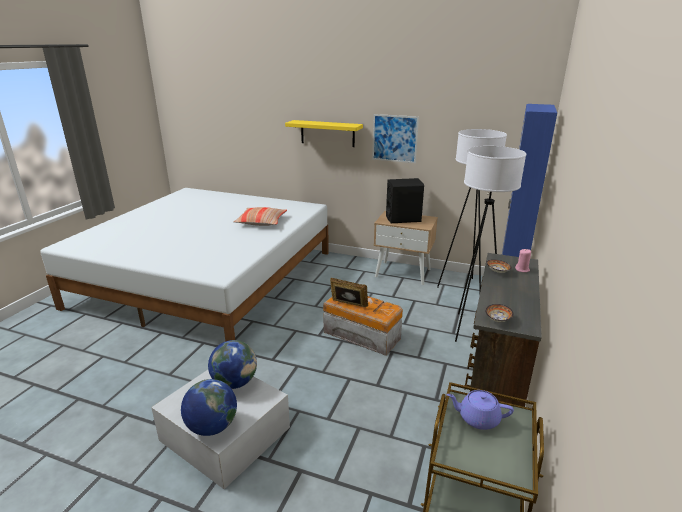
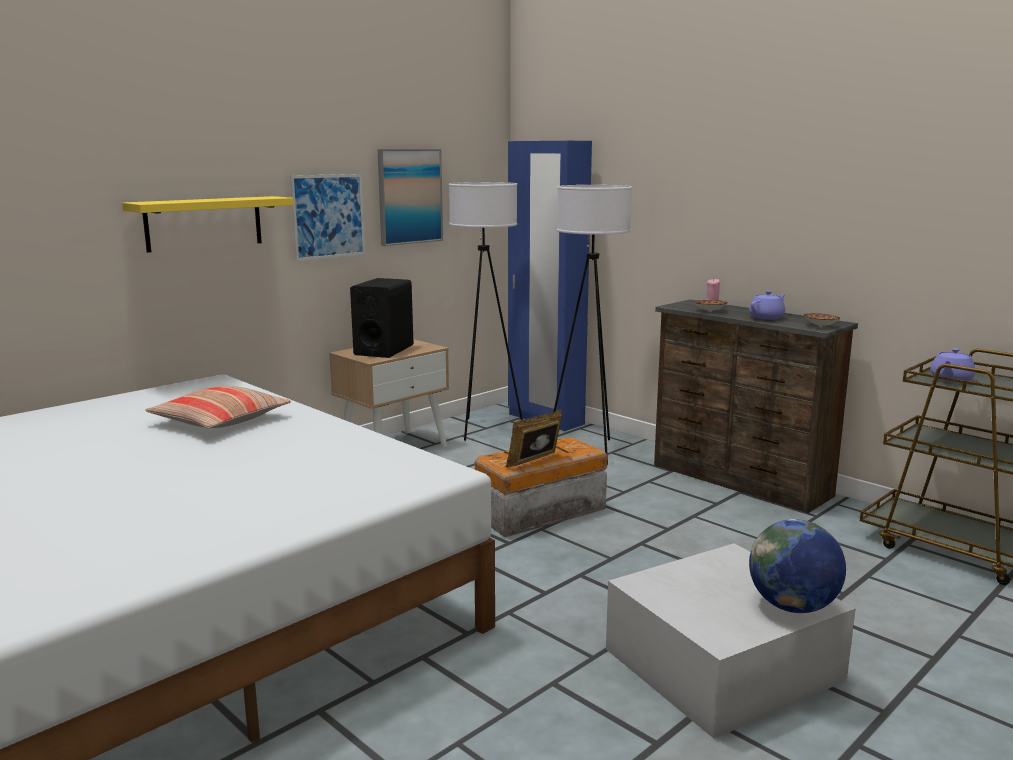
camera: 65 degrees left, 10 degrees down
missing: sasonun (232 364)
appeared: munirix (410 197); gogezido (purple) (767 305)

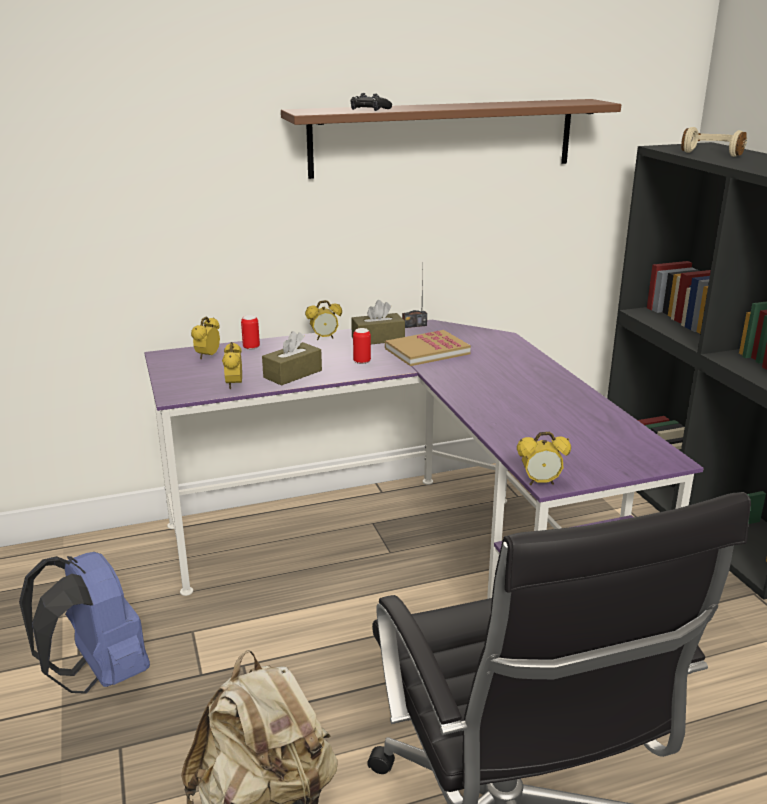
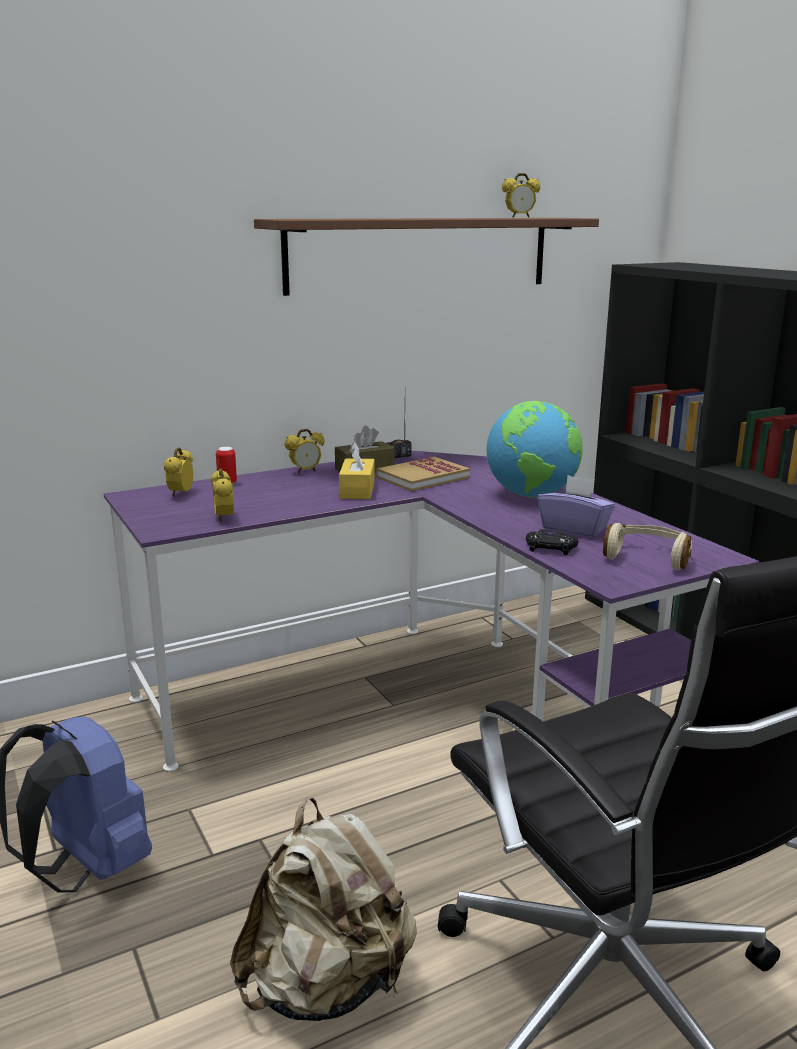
camera: 10 degrees left, 5 degrees down
missing: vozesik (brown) (292 358)
appeared: sasonun (535 449); vozesik (purple) (576 506)
relocated: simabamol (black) (371 102) to (552 542); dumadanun (544 458) to (521 195); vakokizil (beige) (714 142) to (647 546)
exchanged: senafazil (362 346) to vozesik (yellow) (357 470)

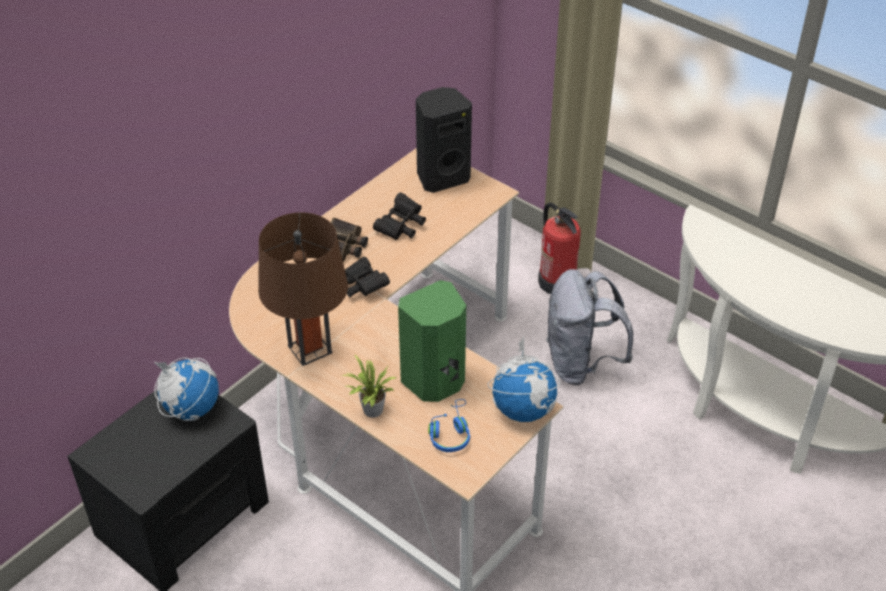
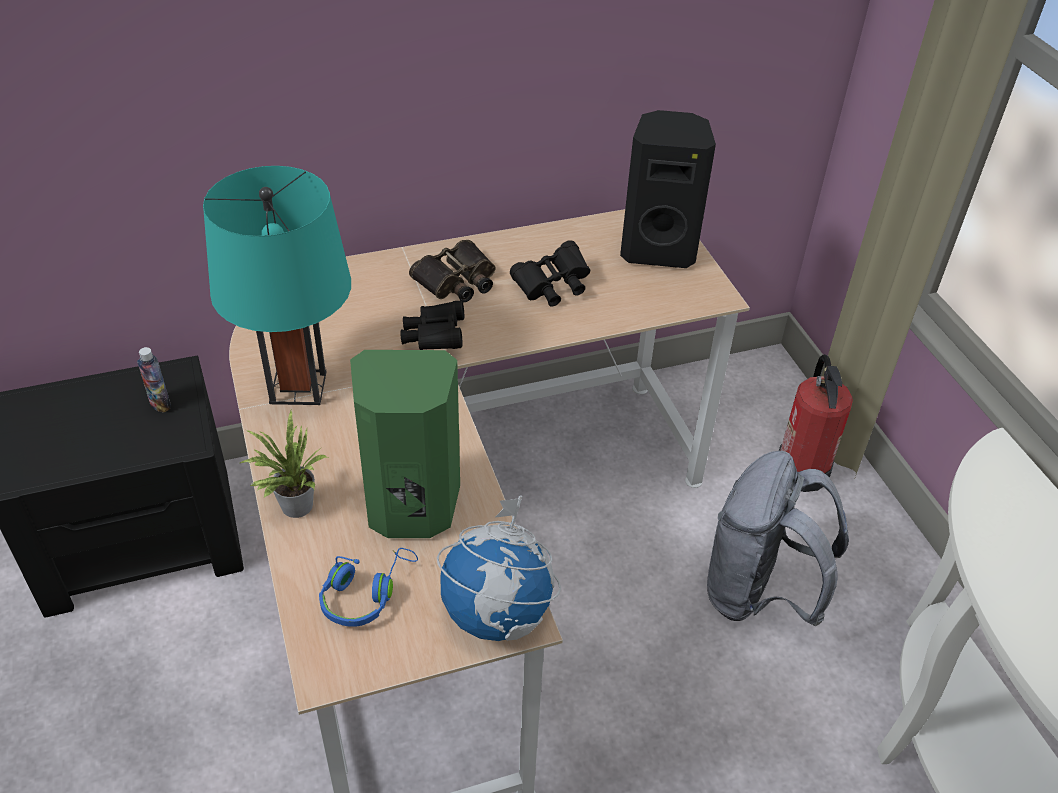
camera: 30 degrees right, 0 degrees up
exchanged: sasonun (186 389) to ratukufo (154 380)
colour: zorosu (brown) (303 289) to zorosu (turquoise) (277 285)

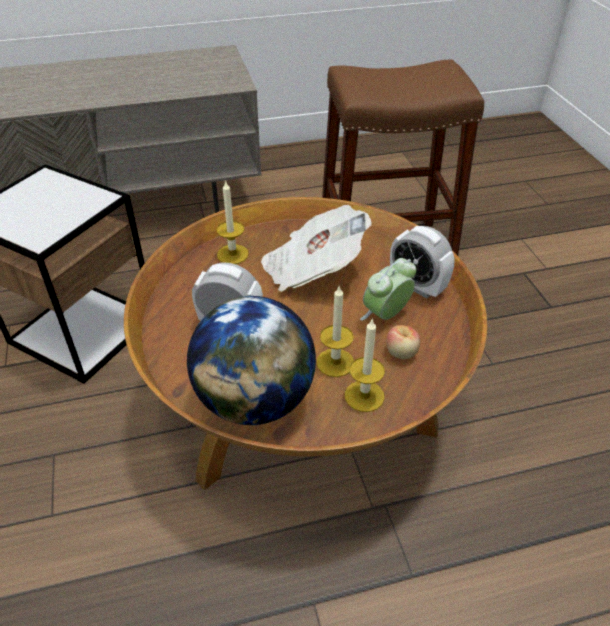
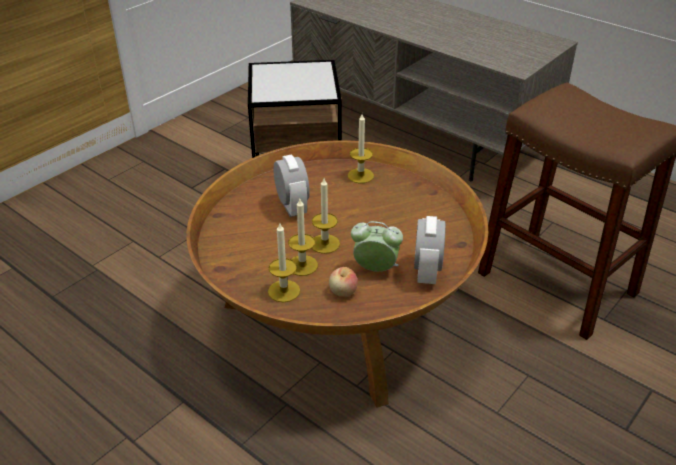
camera: 55 degrees right, 5 degrees down
missing: sasonun (251 360); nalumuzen (316 248)
appeared: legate (326 216)

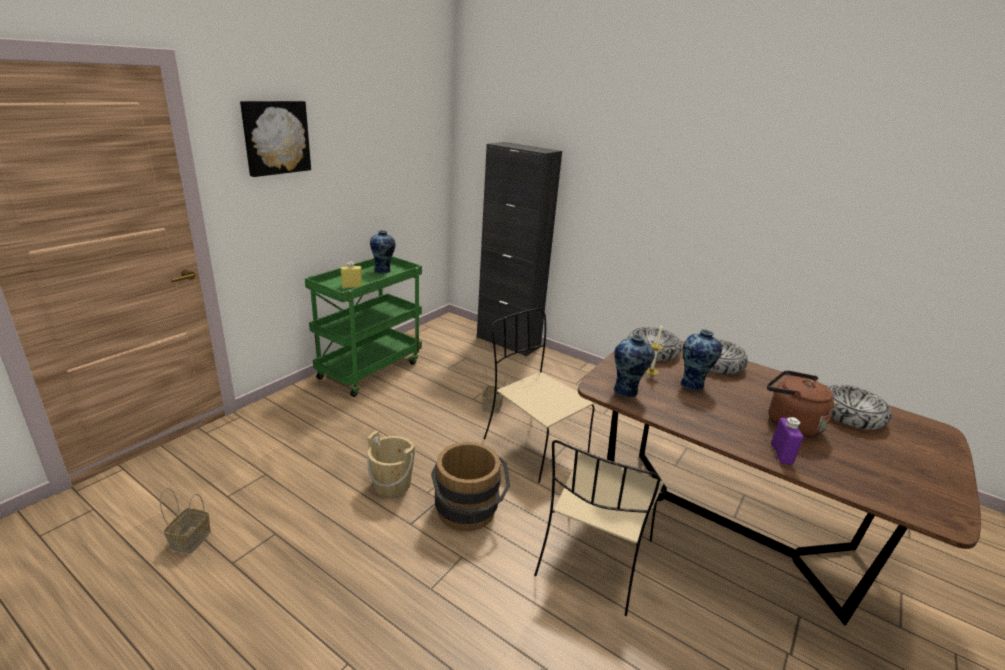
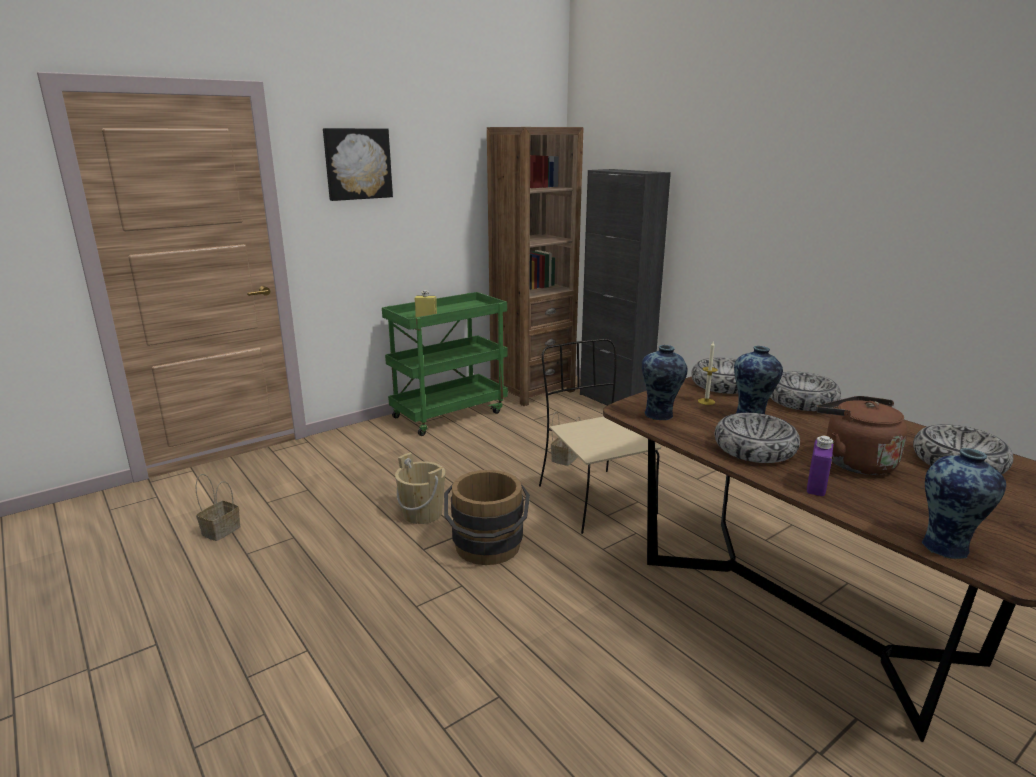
camera: 20 degrees right, 5 degrees down
missing: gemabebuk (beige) (599 528)
appeared: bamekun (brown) (535 266); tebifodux (757 438)
relocated: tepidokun (382 252) to (964 503)

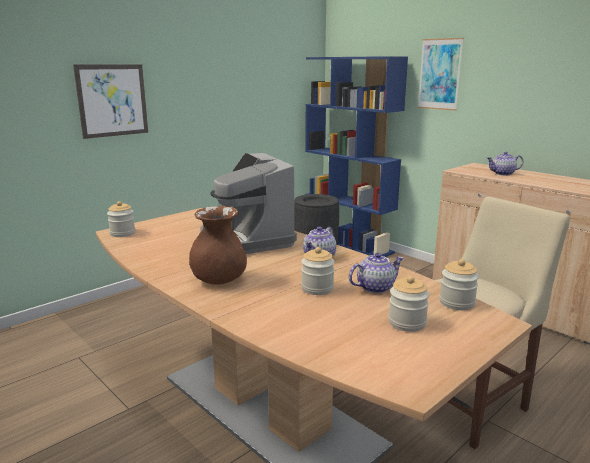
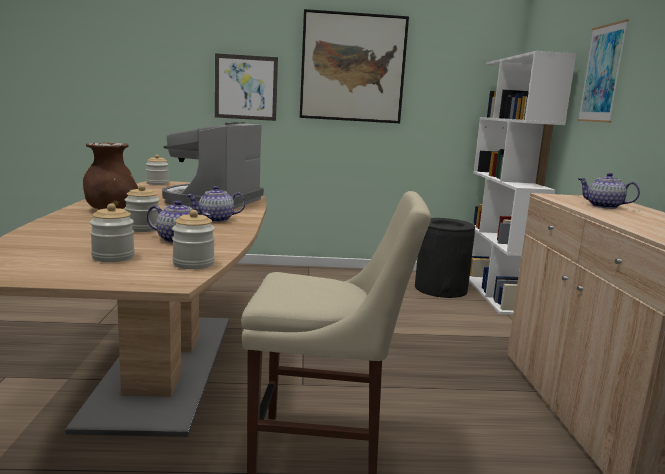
camera: 40 degrees right, 5 degrees down
appeared: munirix (354 66)
colour: bamekun (blue) (356 156) to bamekun (white) (523 183)

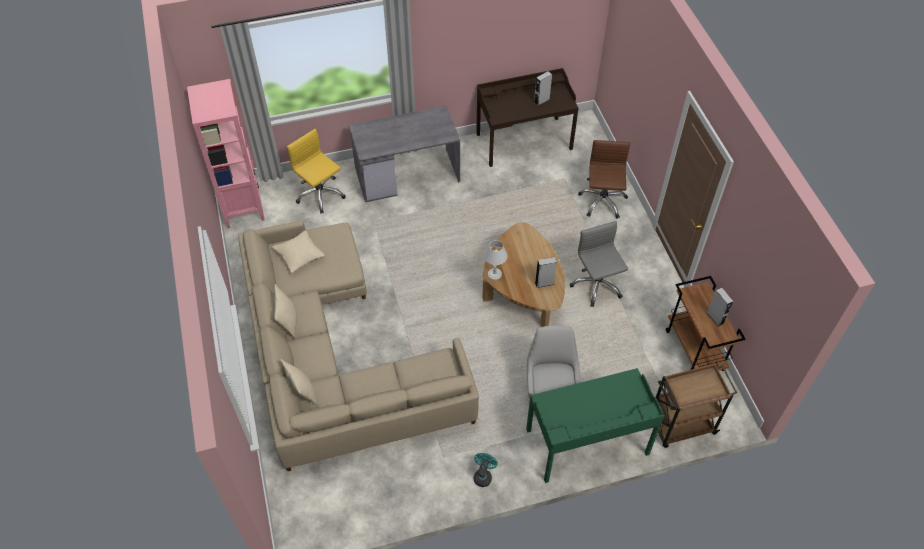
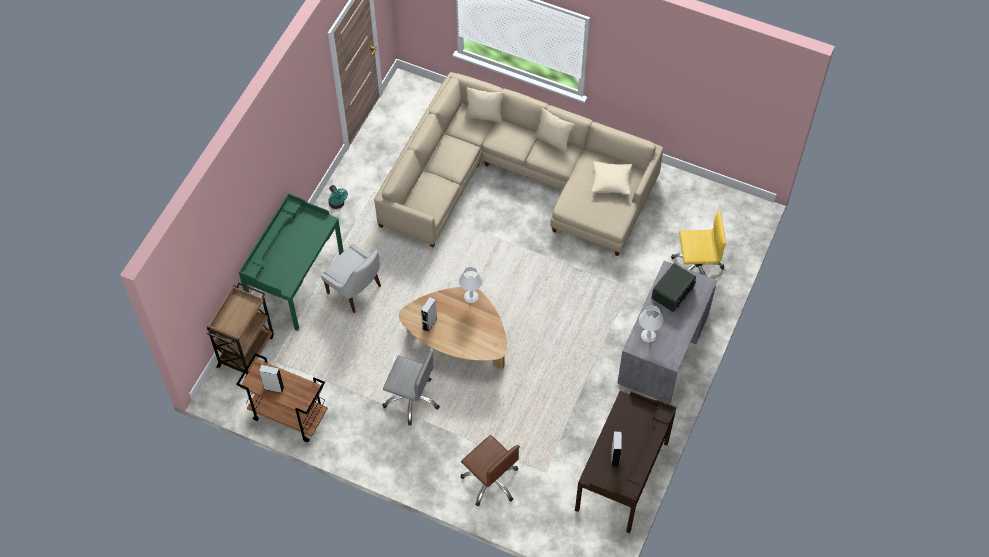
camera: 130 degrees right, 5 degrees up
missing: bamekun (pink) (226 153)
appeared: zorosu (white) (651 324); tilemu (674 287)

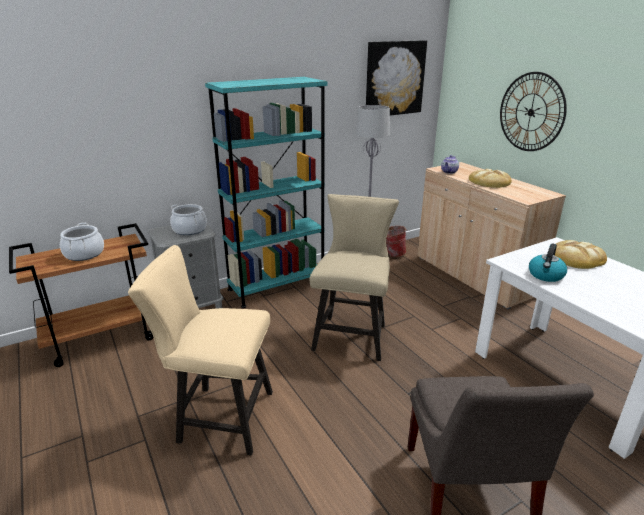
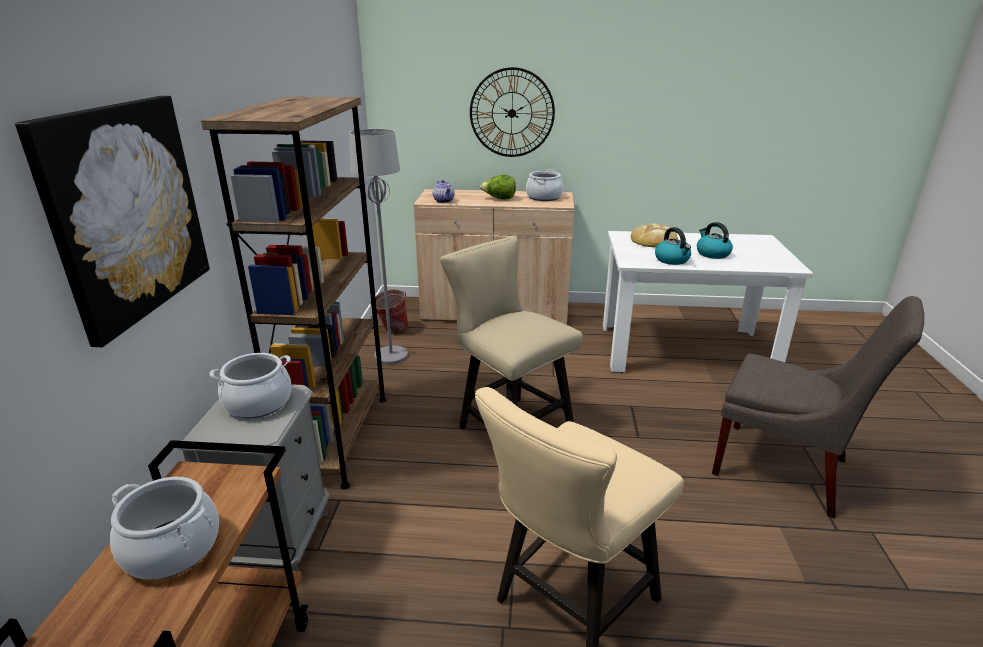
camera: 55 degrees left, 0 degrees up
appeared: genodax (544 185); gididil (715 240)
relocated: munirix (396 78) to (112 221)
exchanged: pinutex (490 178) to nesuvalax (498 187)
colour: bamekun (turquoise) (266 192) to bamekun (brown) (294 293)

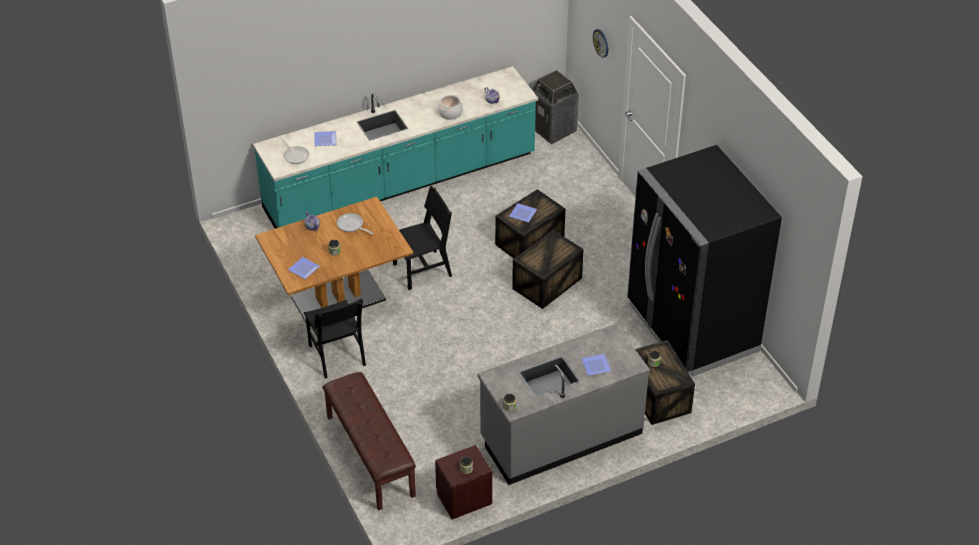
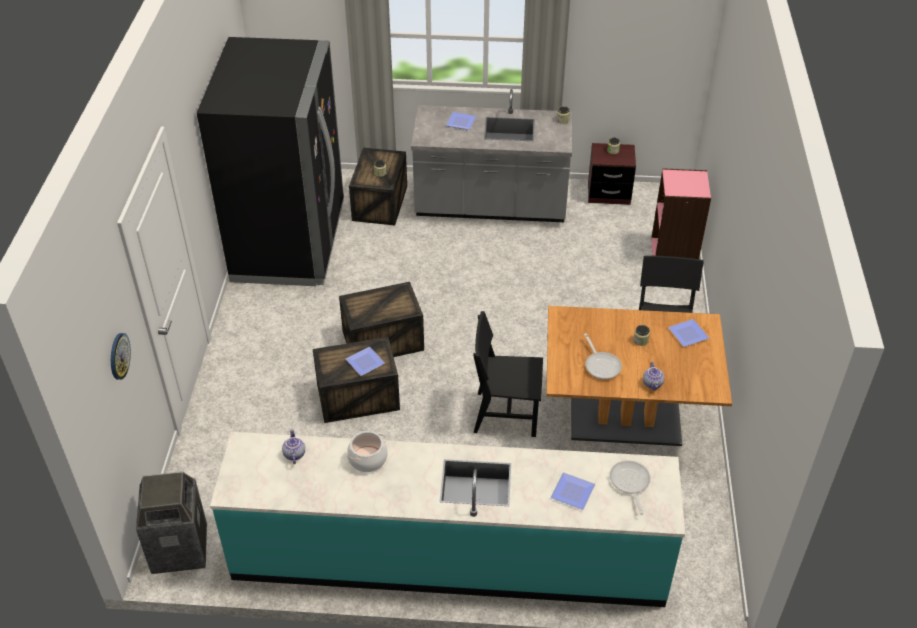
camera: 150 degrees left, 0 degrees up
exchanged: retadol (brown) (369 441) to bamekun (pink) (681 213)

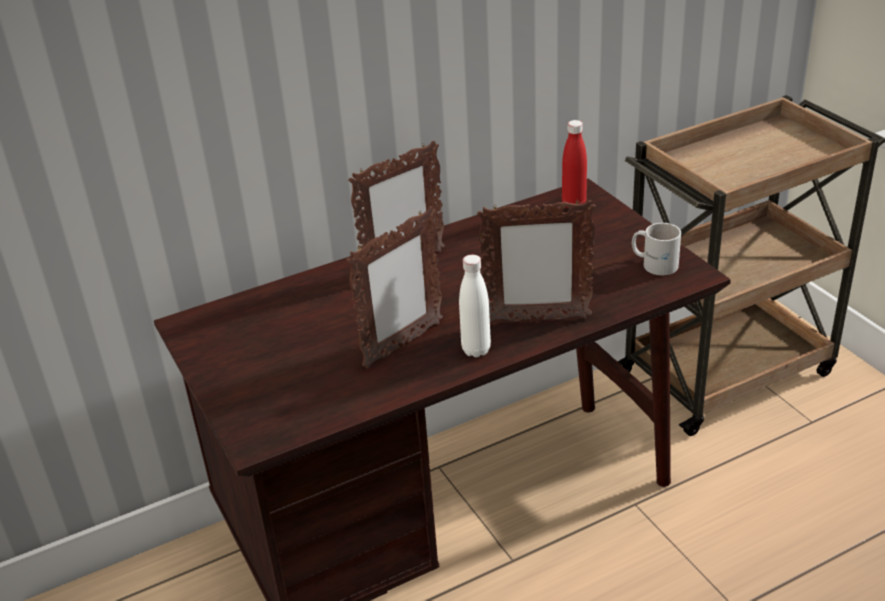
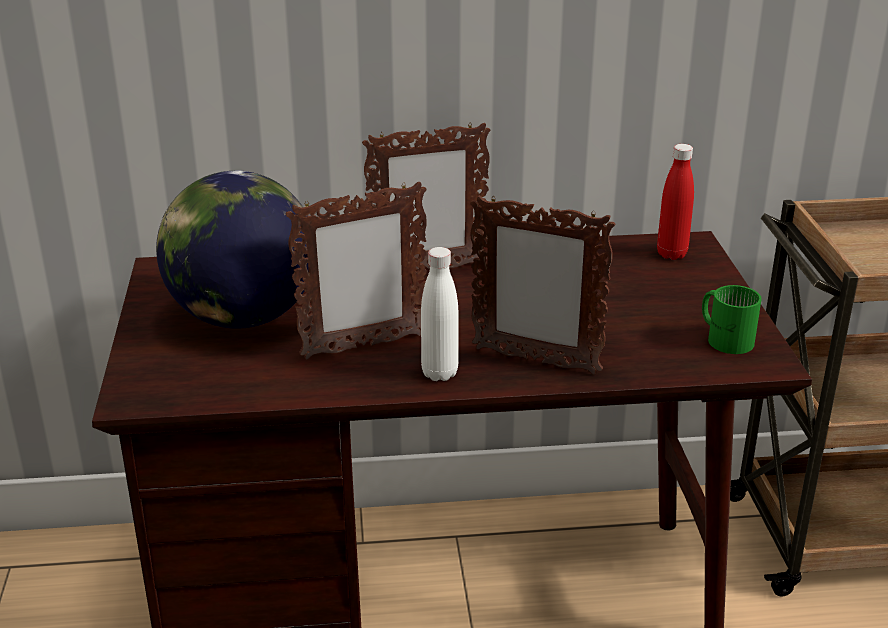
camera: 20 degrees right, 5 degrees down
appeared: sasonun (232 249)
colour: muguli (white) (656 249) to muguli (green) (732 319)

